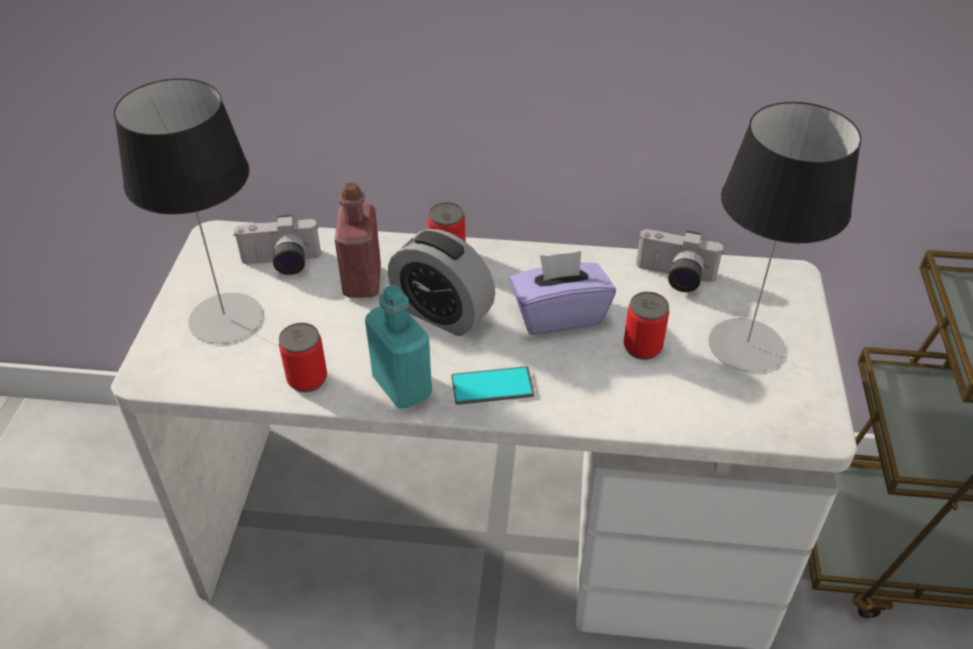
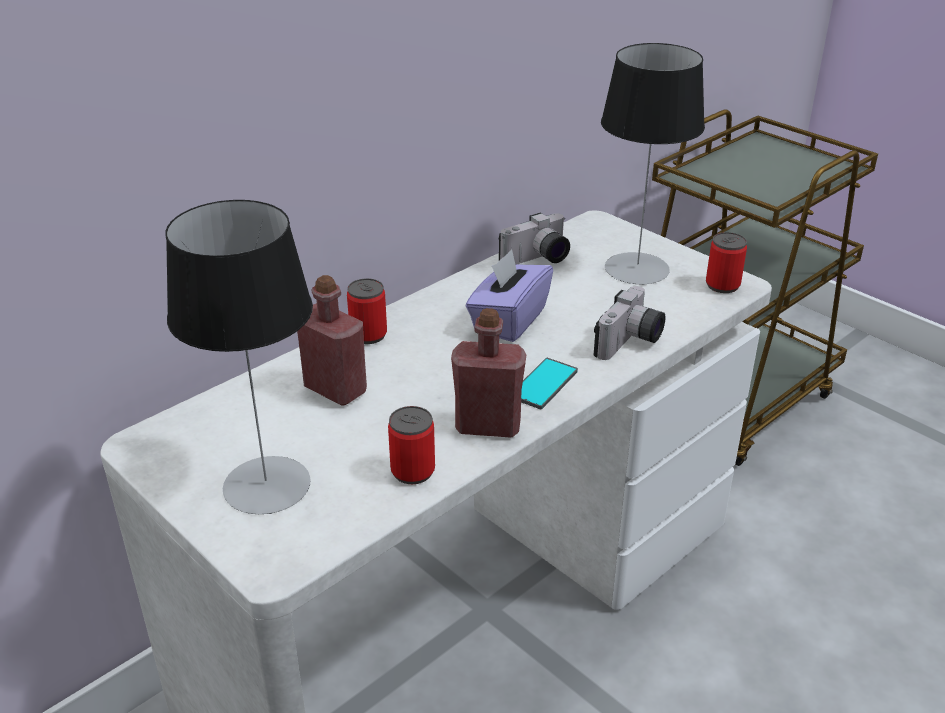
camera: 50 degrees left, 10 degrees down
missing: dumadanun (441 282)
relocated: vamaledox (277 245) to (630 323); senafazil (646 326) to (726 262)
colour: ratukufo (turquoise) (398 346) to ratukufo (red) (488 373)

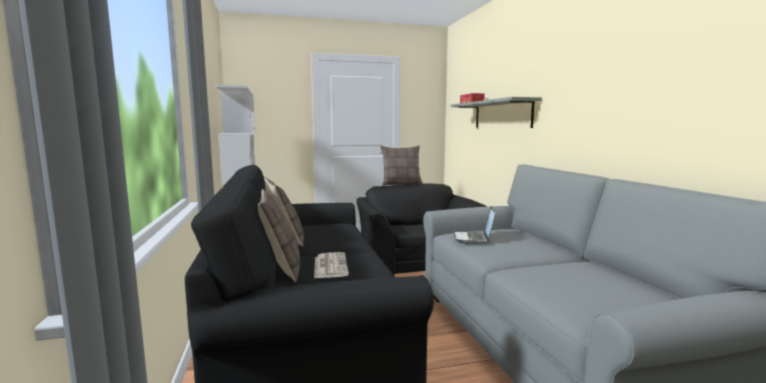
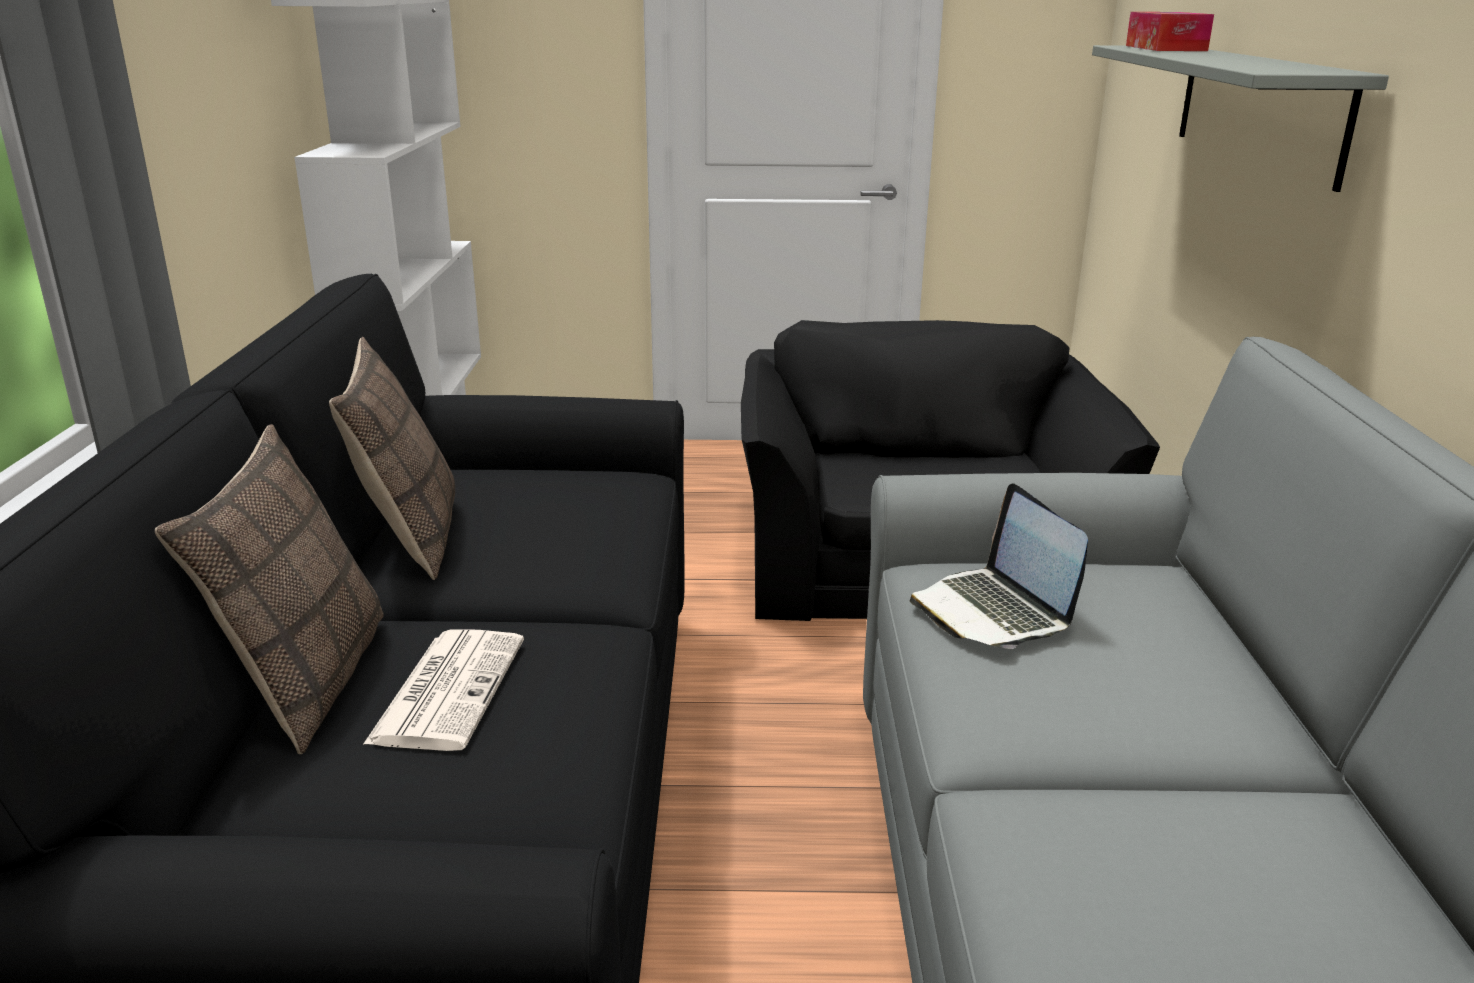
camera: 15 degrees right, 15 degrees up
missing: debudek (401 166)
spun: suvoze (474 224) = (999 566) 45 degrees counterclockwise

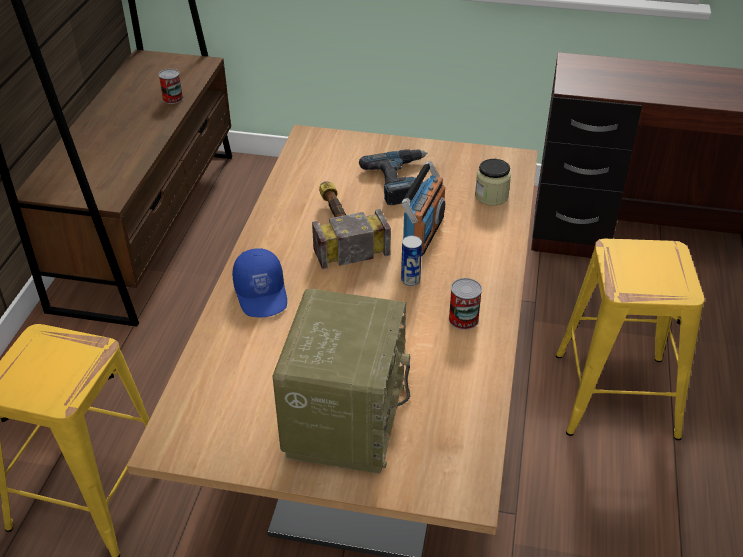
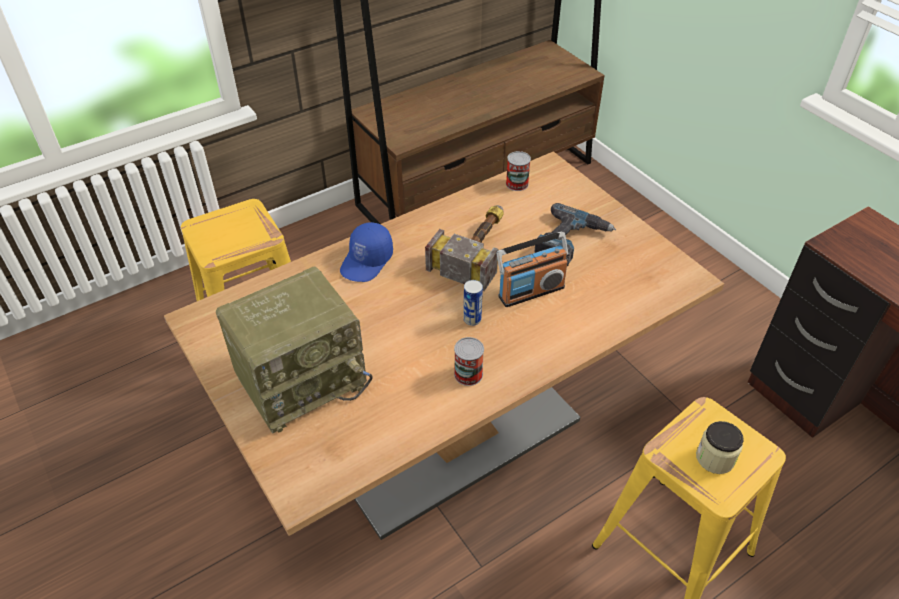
camera: 45 degrees right, 5 degrees up
relocated: senafazil (171 86) to (518 171); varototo (493 182) to (720 447)

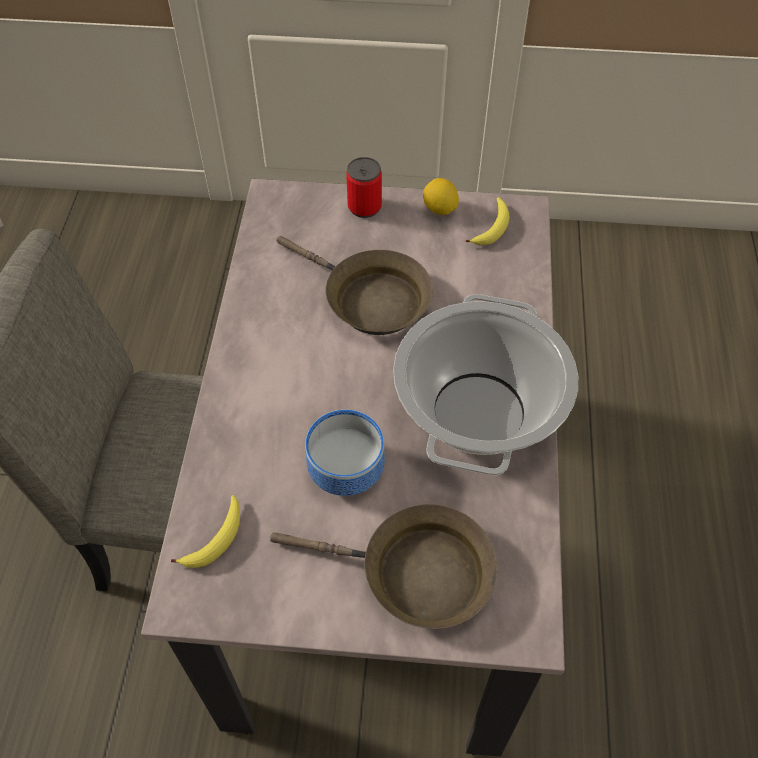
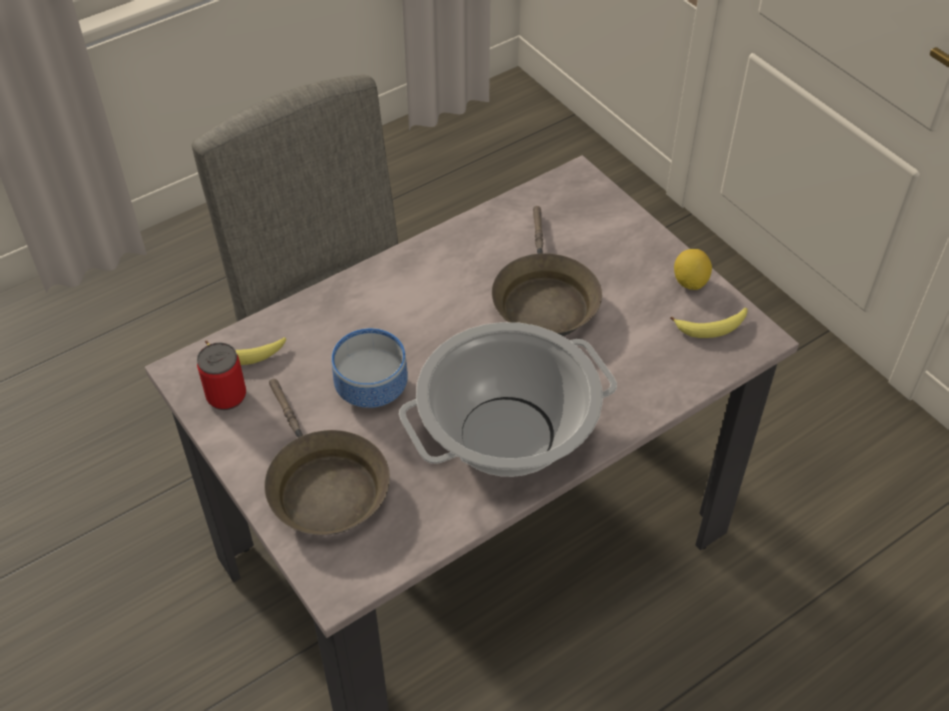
camera: 50 degrees right, 5 degrees down
relocated: senafazil (364 187) to (221 376)

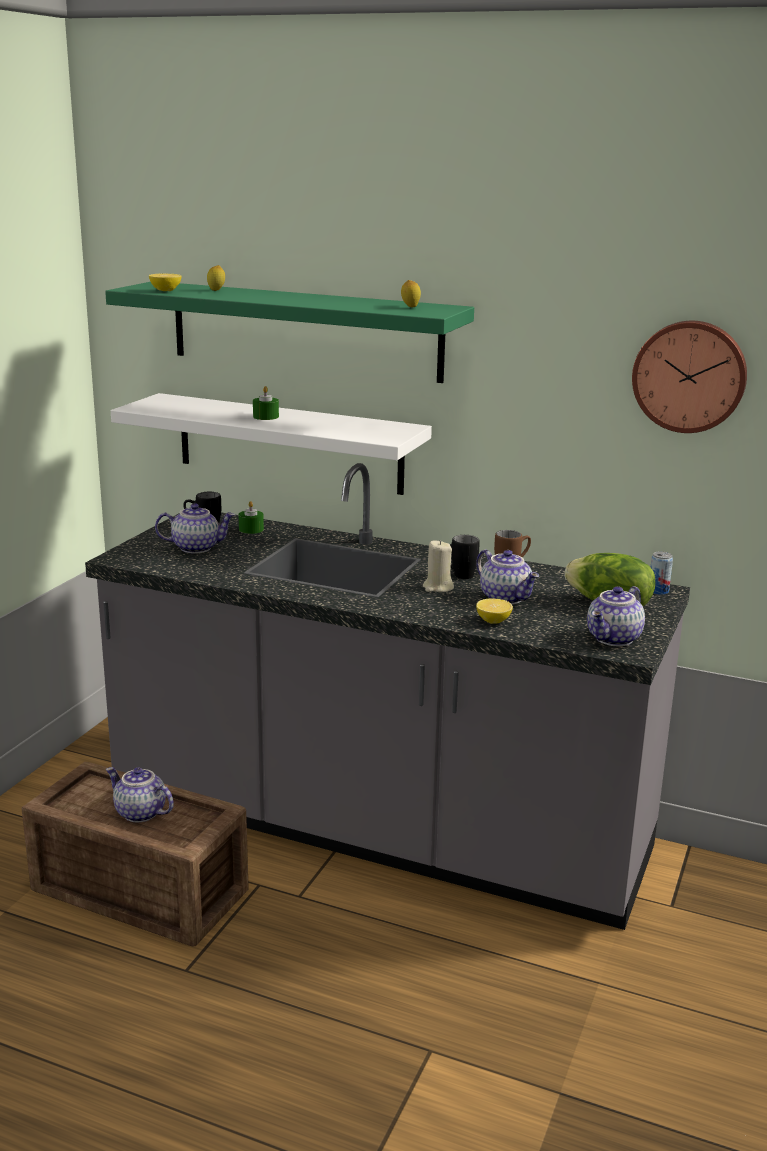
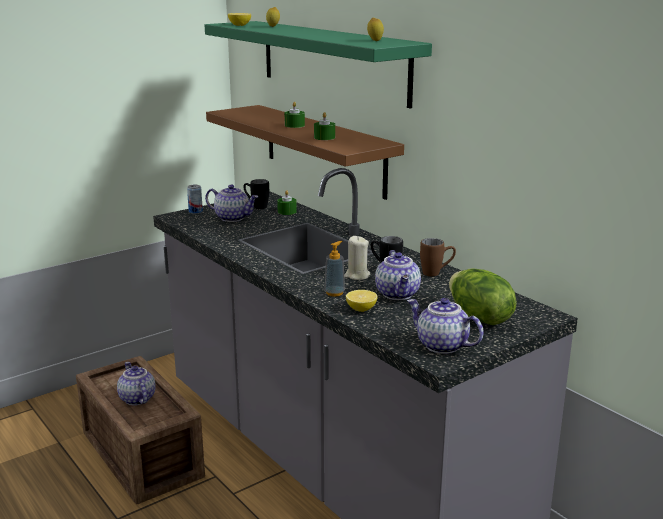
camera: 30 degrees right, 0 degrees up
missing: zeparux (689 377)
appeared: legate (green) (324 126); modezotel (334 269)
relocated: senafazil (662 573) to (195 199)
colour: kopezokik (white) (271 444) to kopezokik (brown) (305 152)
spun: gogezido (616 616) = (445 326) 60 degrees clockwise

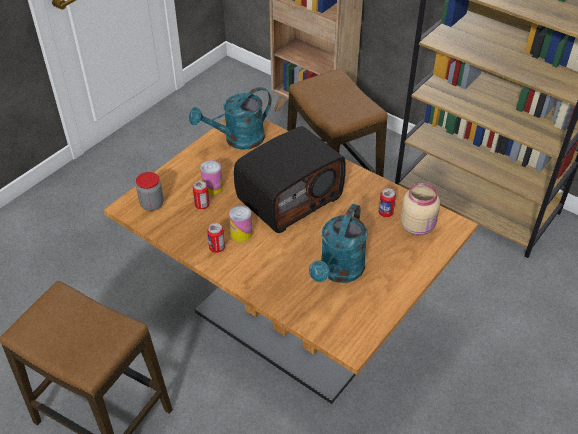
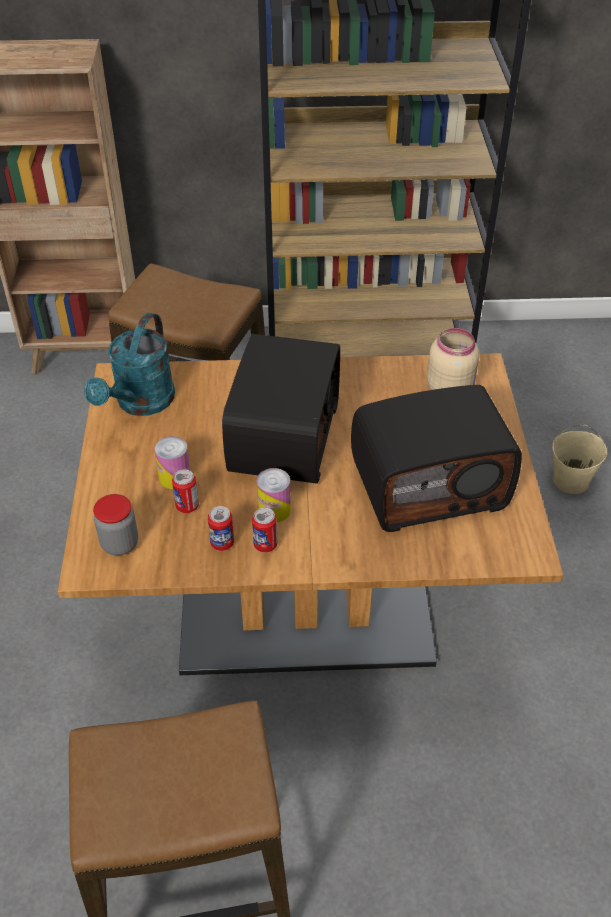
camera: 40 degrees left, 0 degrees up
appeared: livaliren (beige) (579 459)
relocated: senafazil (387 202) to (221 528)
exchanged: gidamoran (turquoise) (338 243) to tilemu (436 458)

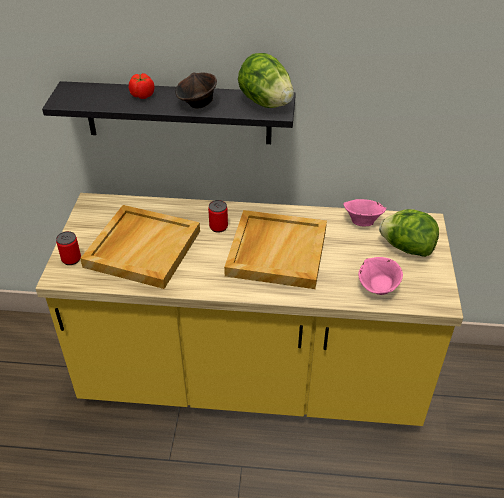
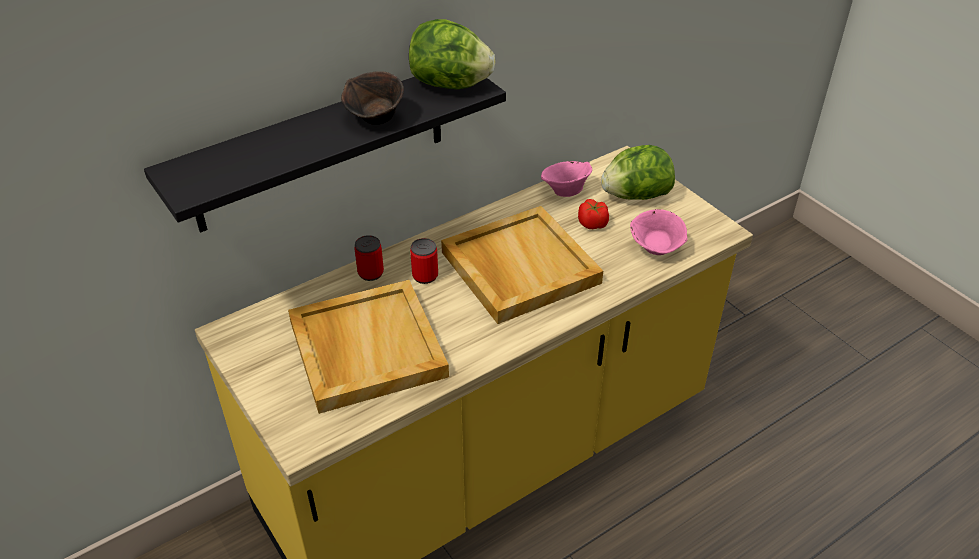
camera: 40 degrees left, 0 degrees up
relocated: senafazil (68 248) to (369 258); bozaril (141 86) to (593 214)

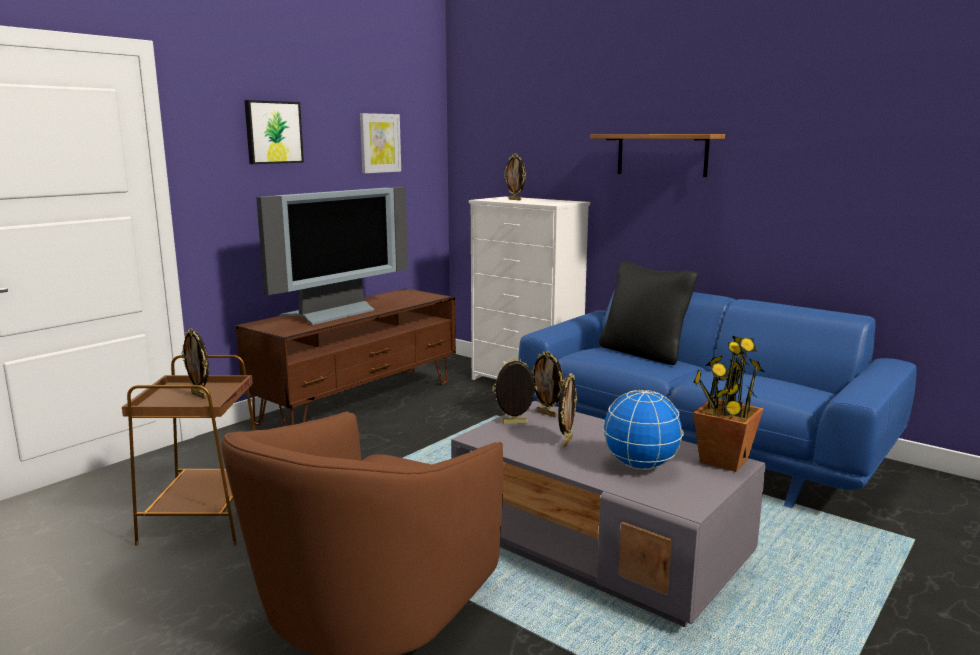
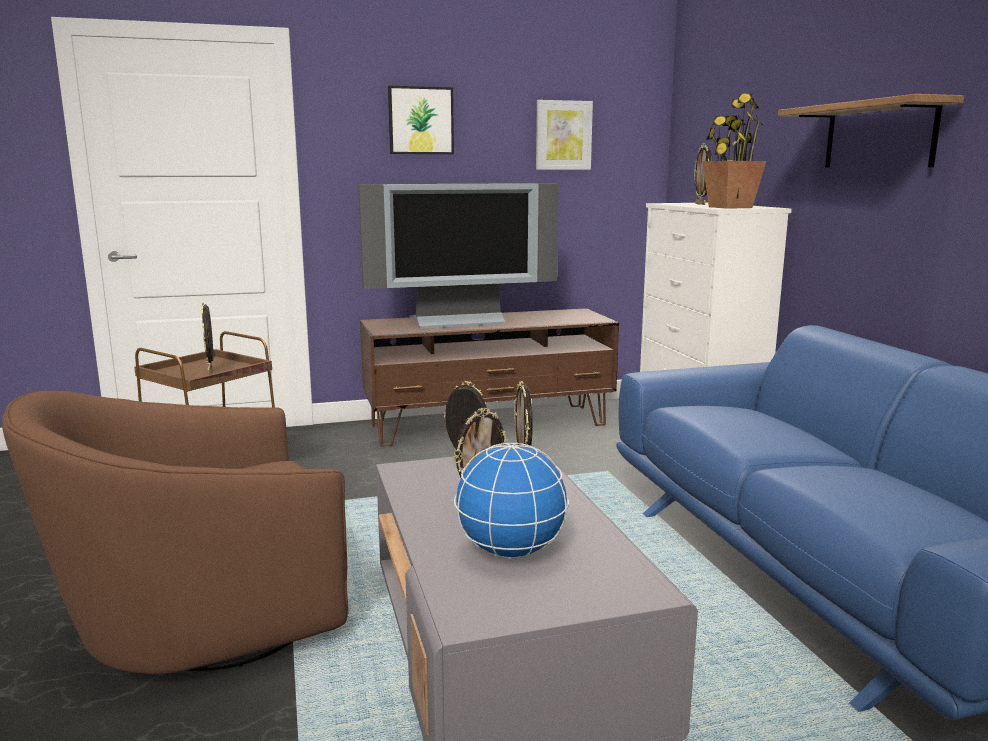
camera: 35 degrees right, 0 degrees up
missing: debudek (black) (648 312)
relocated: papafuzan (728 404) to (734 151)

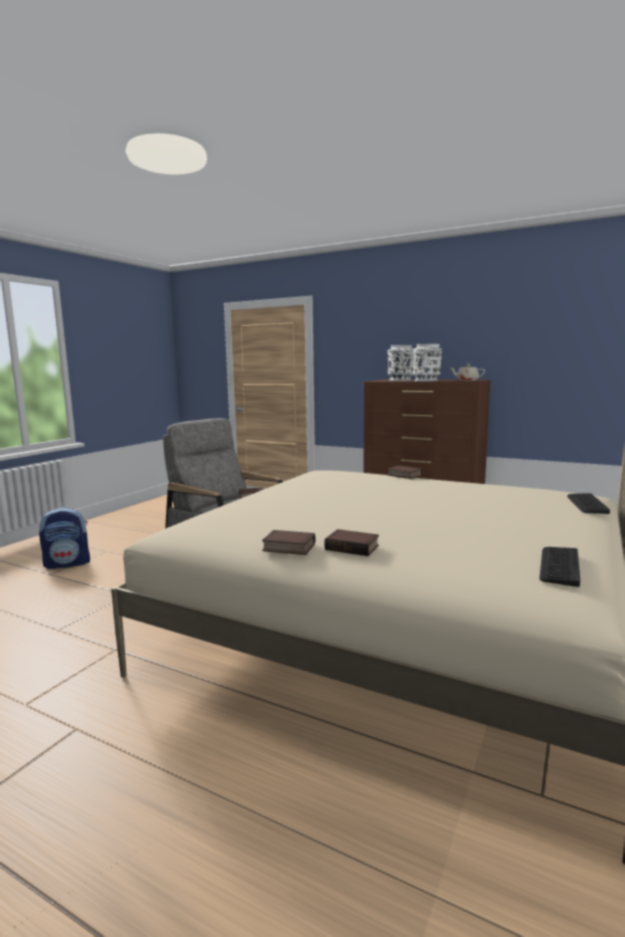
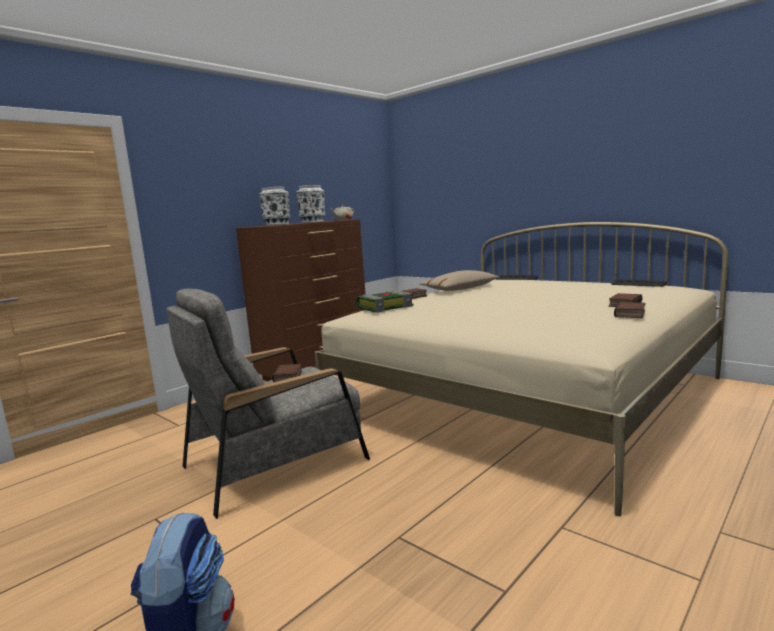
camera: 75 degrees left, 0 degrees up
appeared: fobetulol (385 301); debudek (beige) (459 280)

